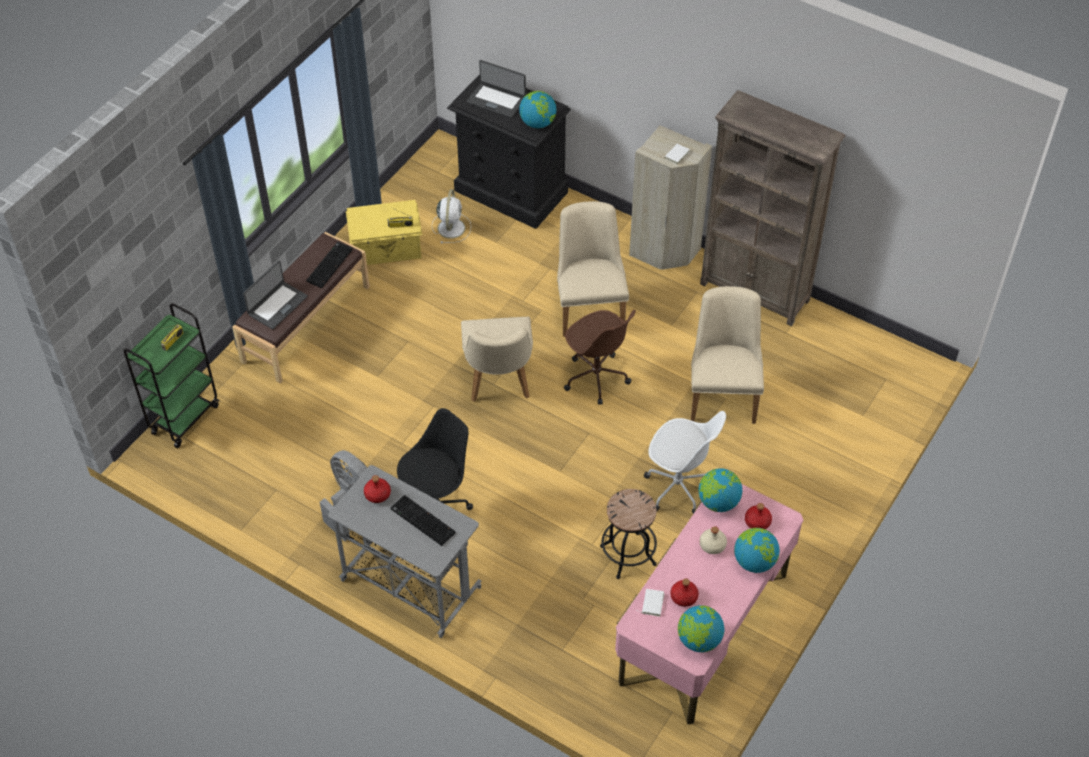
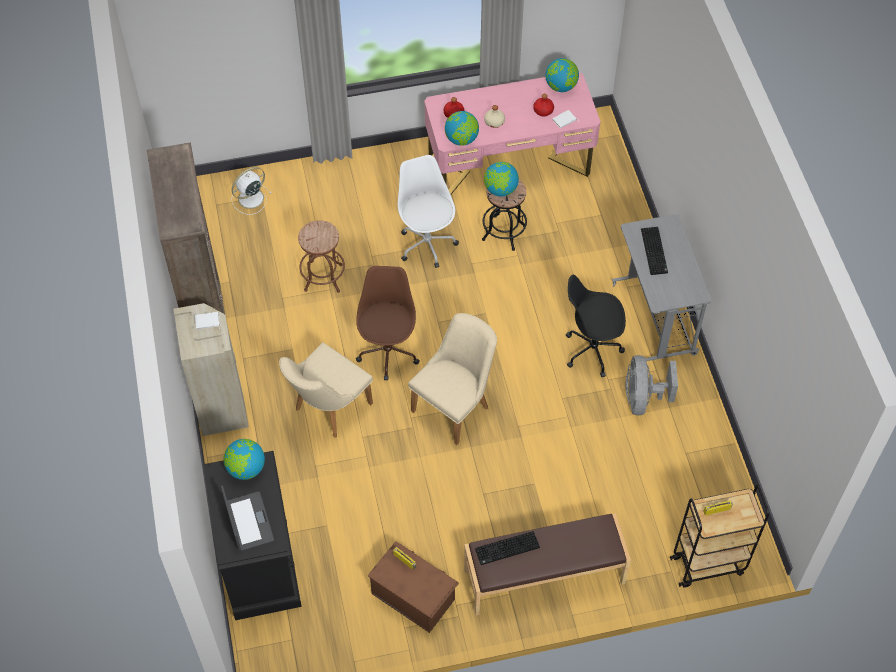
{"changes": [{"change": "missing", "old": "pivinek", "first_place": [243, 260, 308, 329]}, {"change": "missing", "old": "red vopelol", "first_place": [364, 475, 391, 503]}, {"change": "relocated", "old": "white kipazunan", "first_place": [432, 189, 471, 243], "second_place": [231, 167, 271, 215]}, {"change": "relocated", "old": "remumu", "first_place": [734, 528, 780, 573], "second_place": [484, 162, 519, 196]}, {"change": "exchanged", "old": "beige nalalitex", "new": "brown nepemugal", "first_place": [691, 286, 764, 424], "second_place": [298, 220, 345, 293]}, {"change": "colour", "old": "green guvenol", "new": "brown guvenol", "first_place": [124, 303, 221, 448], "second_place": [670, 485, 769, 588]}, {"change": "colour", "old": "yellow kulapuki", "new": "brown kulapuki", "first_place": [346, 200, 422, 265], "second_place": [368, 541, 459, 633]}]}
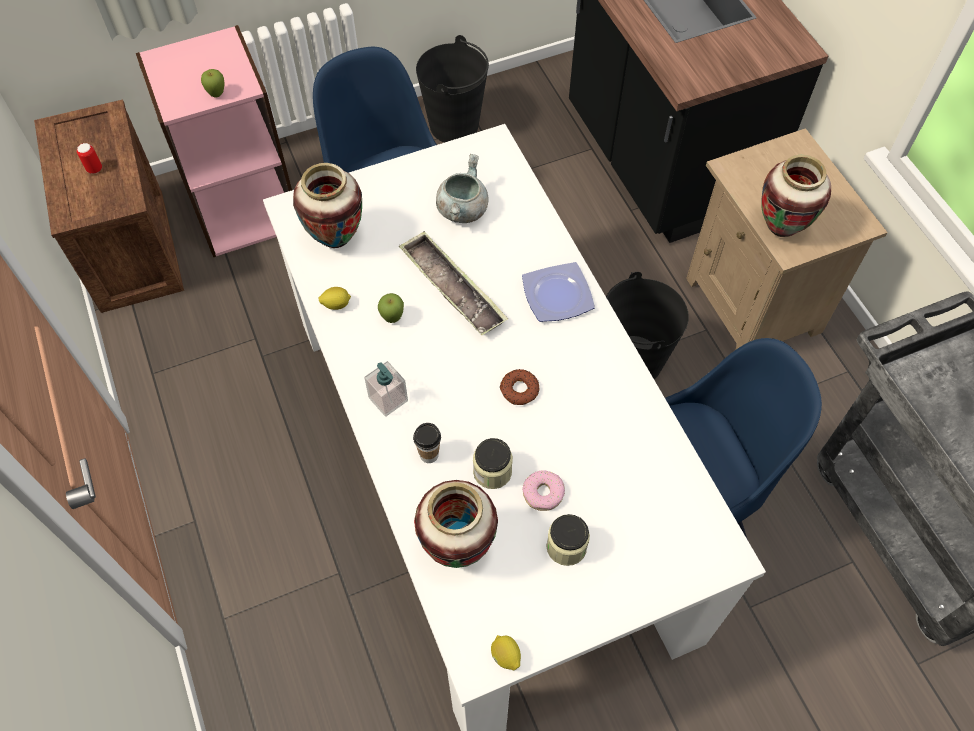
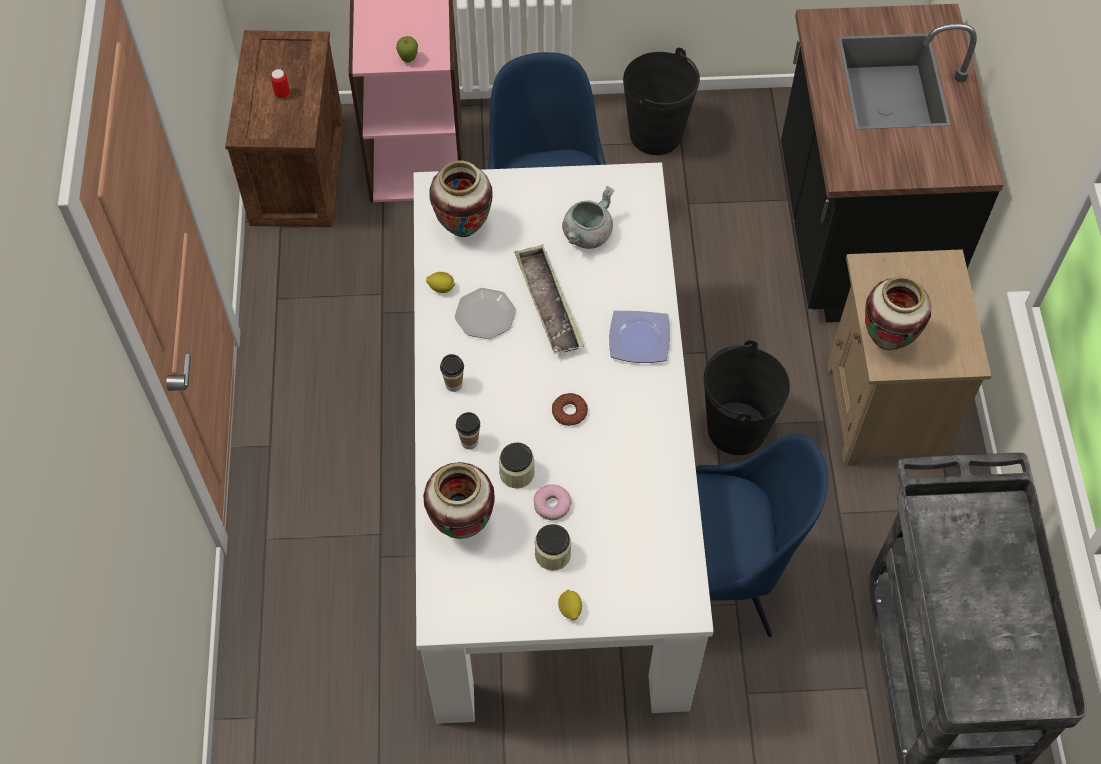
{"changes": [{"change": "relocated", "old": "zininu", "first_place": [491, 635, 521, 670], "second_place": [558, 590, 582, 621]}, {"change": "exchanged", "old": "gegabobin", "new": "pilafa", "first_place": [364, 361, 408, 417], "second_place": [440, 354, 464, 392]}, {"change": "exchanged", "old": "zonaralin", "new": "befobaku", "first_place": [378, 293, 404, 323], "second_place": [455, 288, 516, 339]}]}
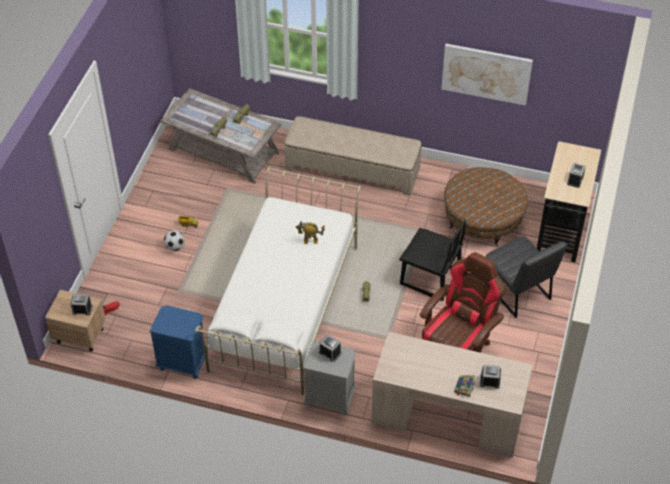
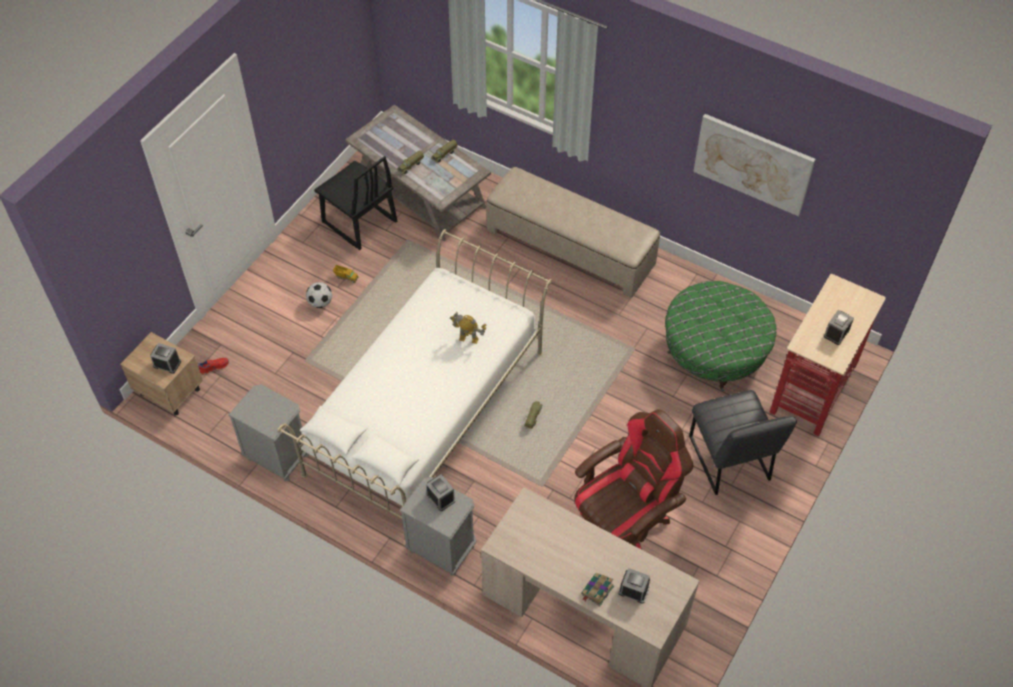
{"changes": [{"change": "relocated", "old": "black nalalitex", "first_place": [399, 219, 466, 301], "second_place": [314, 156, 397, 250]}, {"change": "colour", "old": "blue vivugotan", "new": "grey vivugotan", "first_place": [149, 305, 205, 379], "second_place": [228, 384, 309, 481]}, {"change": "colour", "old": "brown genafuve", "new": "green genafuve", "first_place": [444, 167, 528, 246], "second_place": [665, 281, 777, 391]}, {"change": "colour", "old": "black guvenol", "new": "red guvenol", "first_place": [537, 141, 601, 262], "second_place": [769, 274, 886, 436]}]}
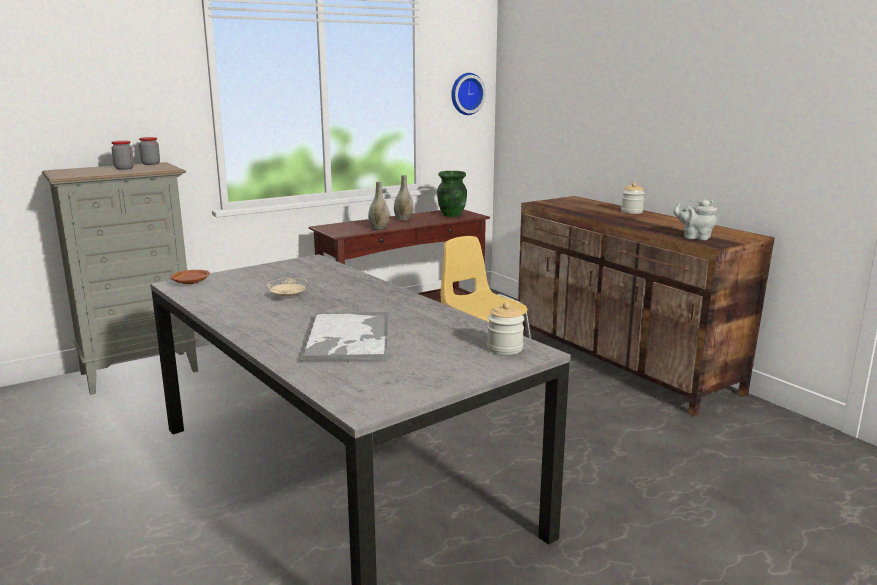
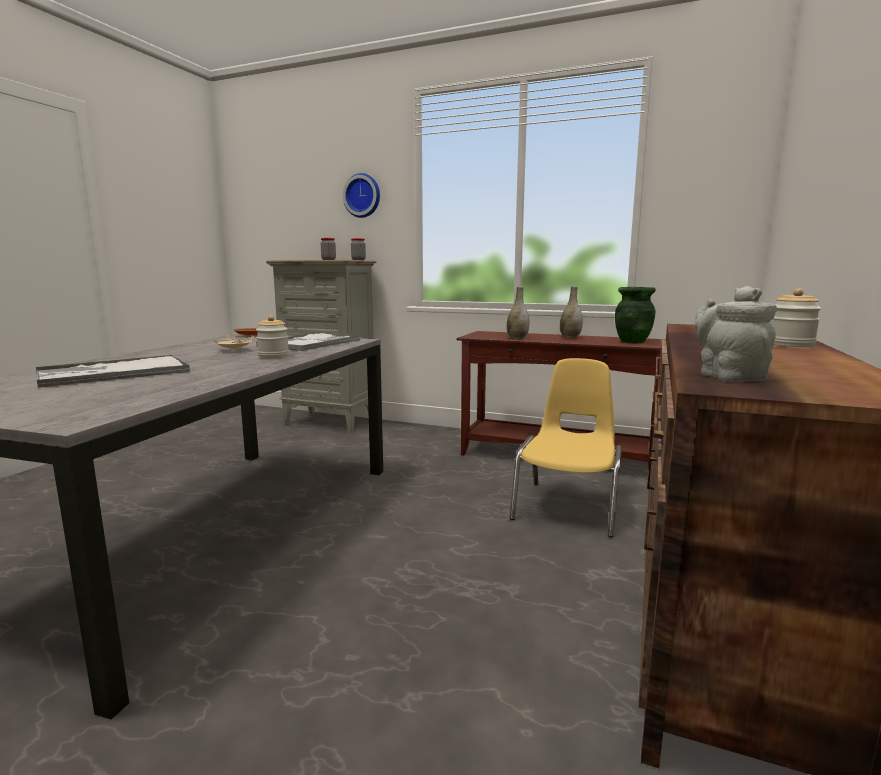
{"changes": [{"change": "appeared", "new": "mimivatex", "second_place": [256, 332, 360, 351]}, {"change": "relocated", "old": "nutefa", "first_place": [451, 73, 486, 115], "second_place": [343, 173, 380, 218]}, {"change": "relocated", "old": "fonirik", "first_place": [487, 302, 524, 355], "second_place": [256, 315, 289, 358]}]}
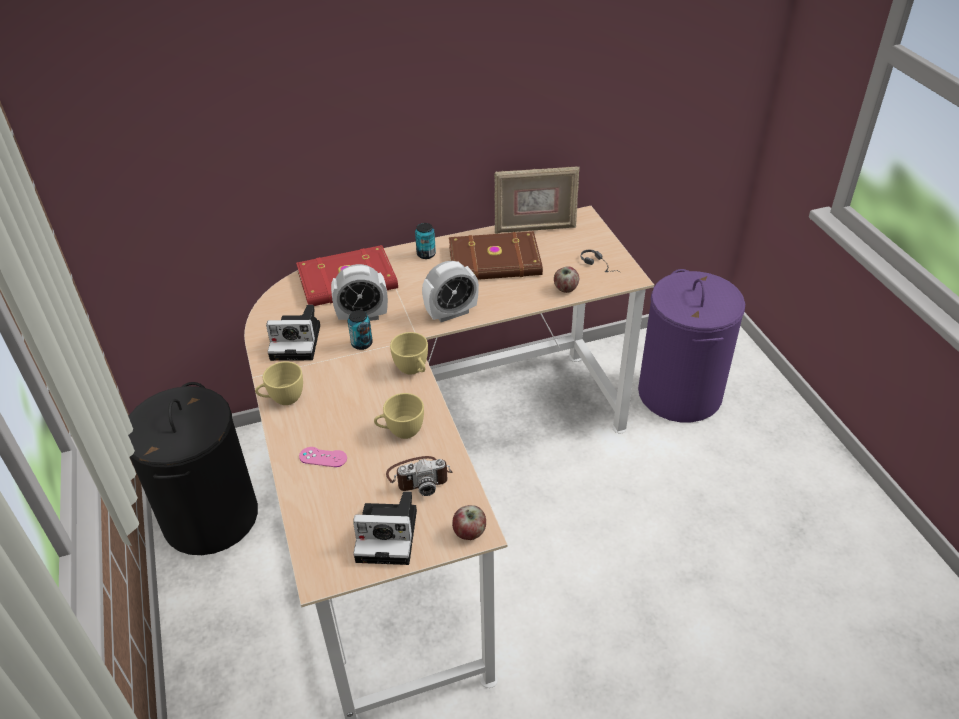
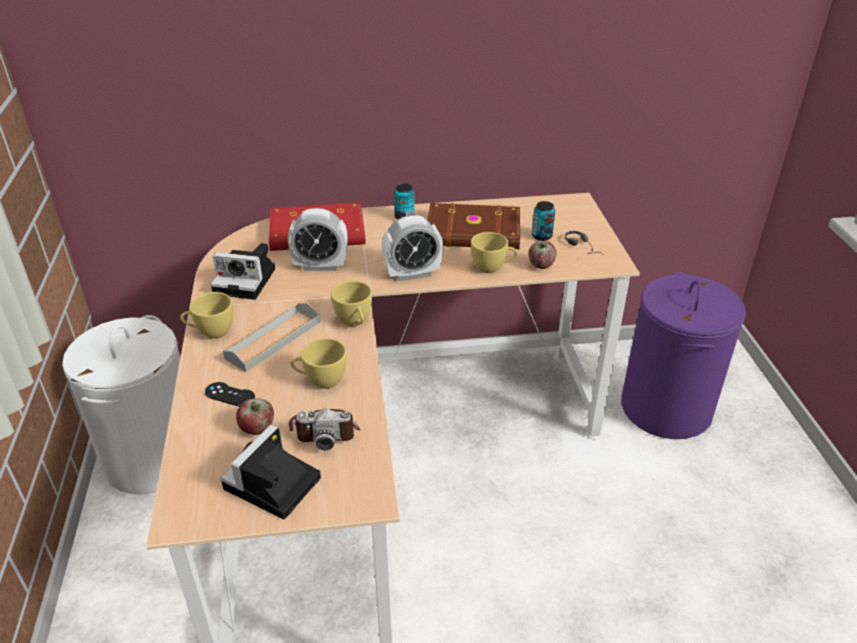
{"changes": [{"change": "missing", "old": "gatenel", "first_place": [494, 167, 579, 234]}, {"change": "appeared", "new": "grey mimivatex", "second_place": [223, 303, 320, 372]}, {"change": "appeared", "new": "yellow pilafa", "second_place": [471, 232, 517, 273]}, {"change": "relocated", "old": "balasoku", "first_place": [348, 310, 373, 350], "second_place": [532, 201, 555, 241]}, {"change": "relocated", "old": "zonaralin", "first_place": [452, 505, 486, 540], "second_place": [236, 398, 274, 435]}, {"change": "colour", "old": "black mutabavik", "new": "white mutabavik", "first_place": [128, 382, 258, 555], "second_place": [62, 315, 180, 494]}, {"change": "colour", "old": "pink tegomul", "new": "black tegomul", "first_place": [299, 447, 347, 467], "second_place": [205, 382, 255, 407]}, {"change": "spun", "old": "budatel", "first_place": [353, 491, 417, 565], "second_place": [220, 425, 321, 519], "degrees": 105}]}
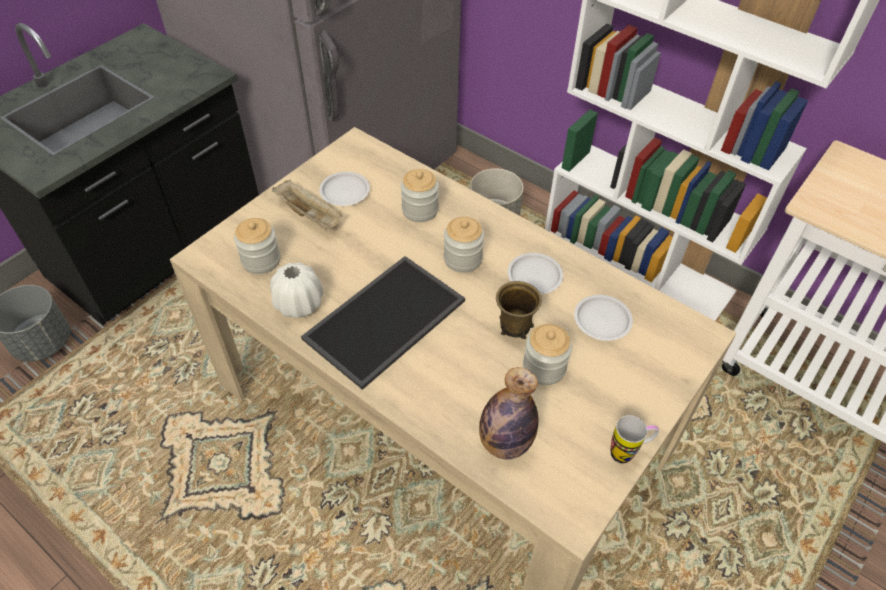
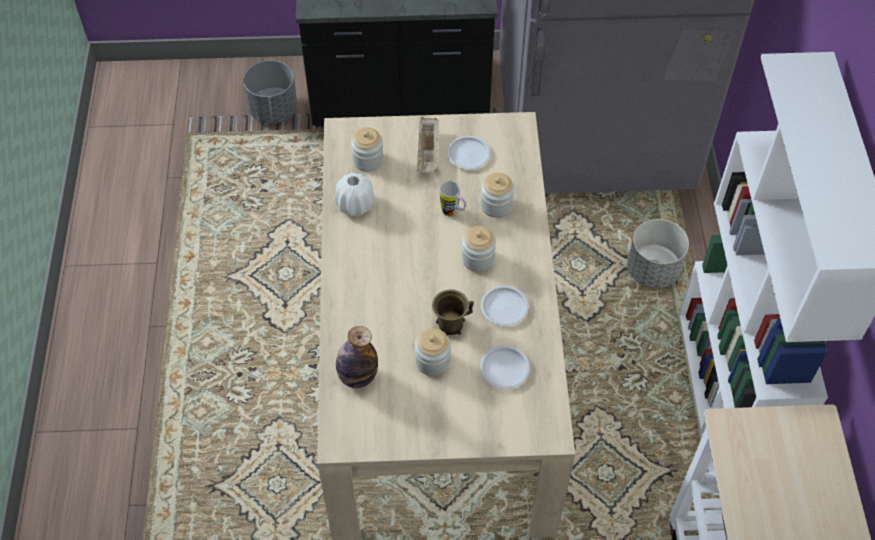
{"changes": [{"change": "missing", "old": "mimivatex", "first_place": [301, 256, 465, 390]}, {"change": "relocated", "old": "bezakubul", "first_place": [611, 415, 659, 464], "second_place": [440, 181, 466, 216]}]}
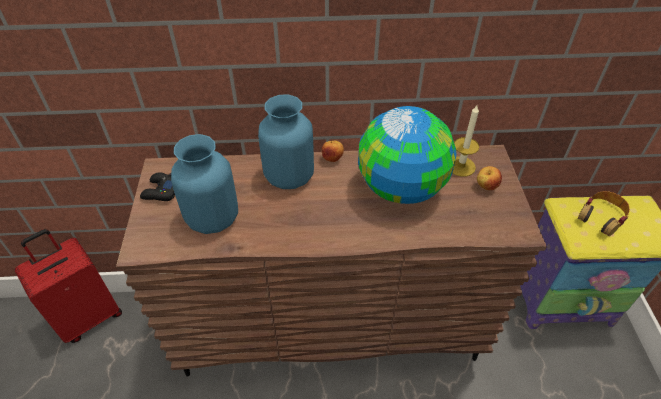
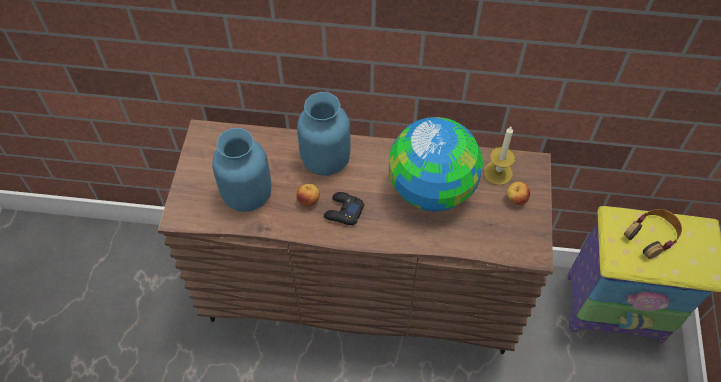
{"changes": [{"change": "missing", "old": "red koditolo", "first_place": [15, 229, 122, 343]}, {"change": "relocated", "old": "black tegomul", "first_place": [140, 173, 175, 201], "second_place": [324, 192, 364, 225]}, {"change": "relocated", "old": "zonaralin", "first_place": [322, 141, 344, 162], "second_place": [297, 184, 320, 206]}]}
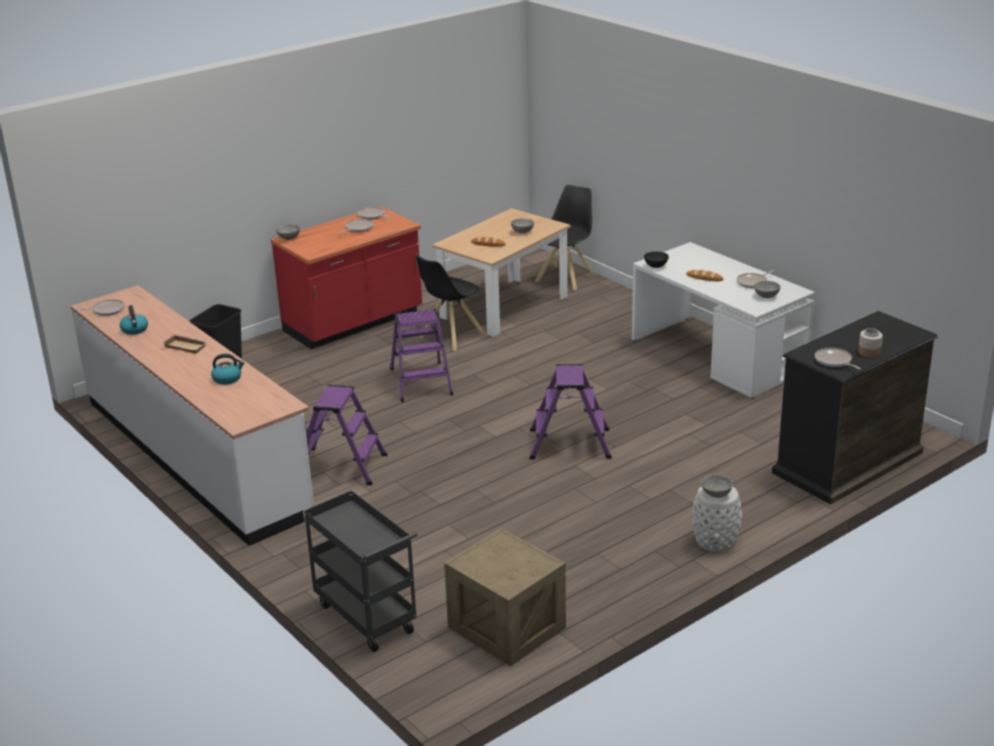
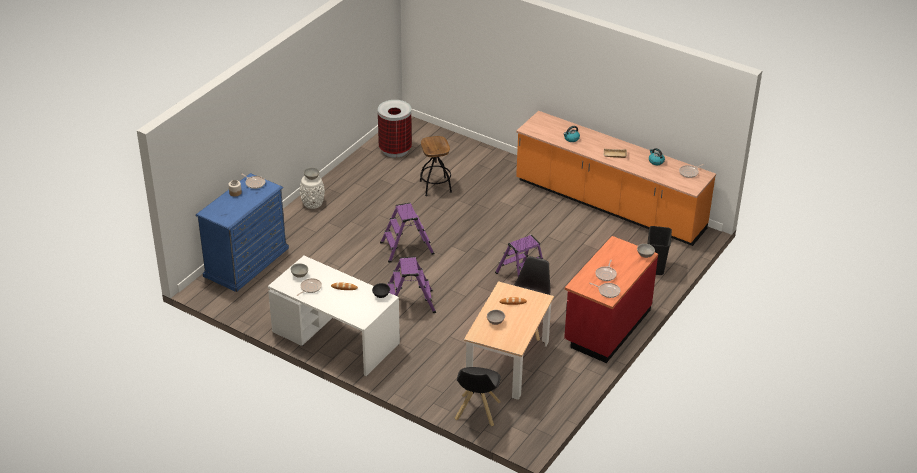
{"changes": [{"change": "missing", "old": "grey guvenol", "first_place": [304, 491, 417, 652]}, {"change": "appeared", "new": "brown nepemugal", "second_place": [420, 136, 452, 196]}, {"change": "relocated", "old": "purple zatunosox", "first_place": [306, 385, 388, 486], "second_place": [387, 256, 436, 313]}, {"change": "exchanged", "old": "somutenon", "new": "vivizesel", "first_place": [444, 528, 566, 667], "second_place": [378, 100, 412, 158]}, {"change": "colour", "old": "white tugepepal", "new": "orange tugepepal", "first_place": [70, 285, 314, 546], "second_place": [516, 111, 716, 246]}, {"change": "colour", "old": "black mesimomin", "new": "blue mesimomin", "first_place": [772, 311, 938, 504], "second_place": [195, 173, 289, 292]}]}
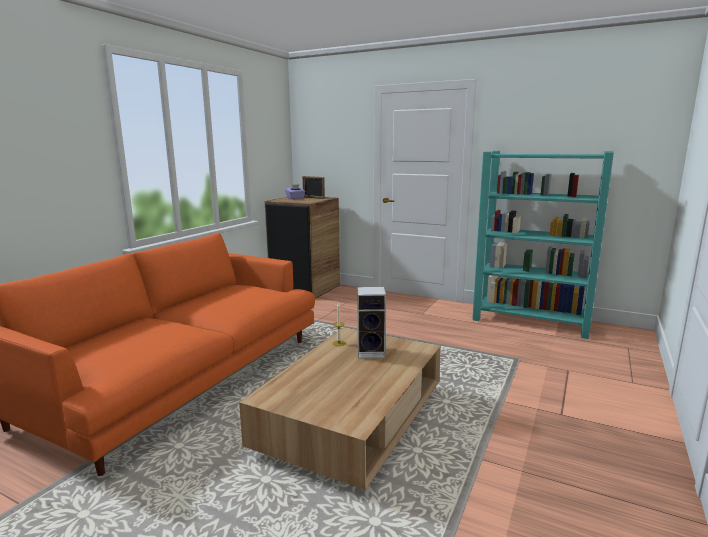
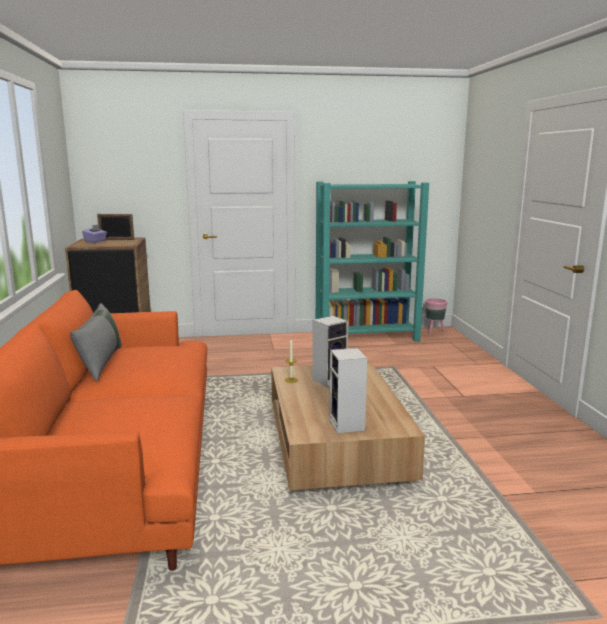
{"changes": [{"change": "appeared", "new": "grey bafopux", "second_place": [70, 303, 122, 381]}, {"change": "appeared", "new": "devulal", "second_place": [329, 348, 367, 434]}, {"change": "appeared", "new": "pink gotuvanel", "second_place": [425, 298, 447, 334]}]}
